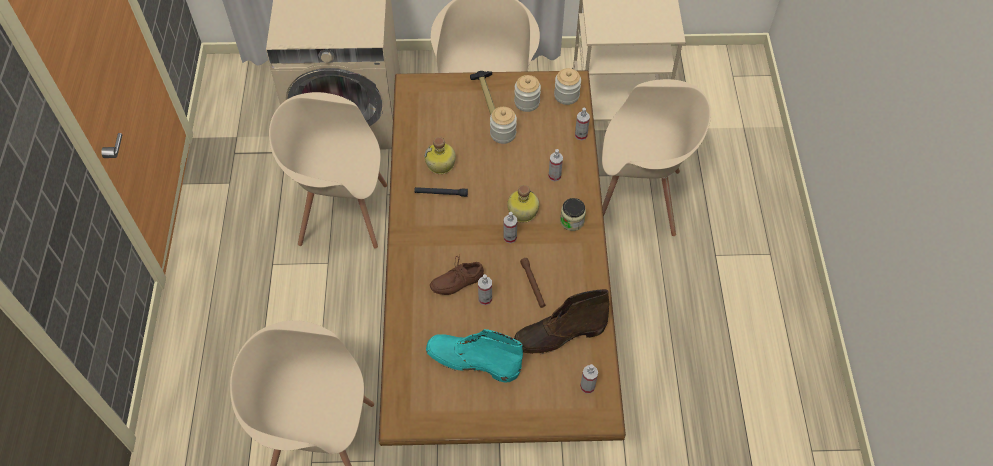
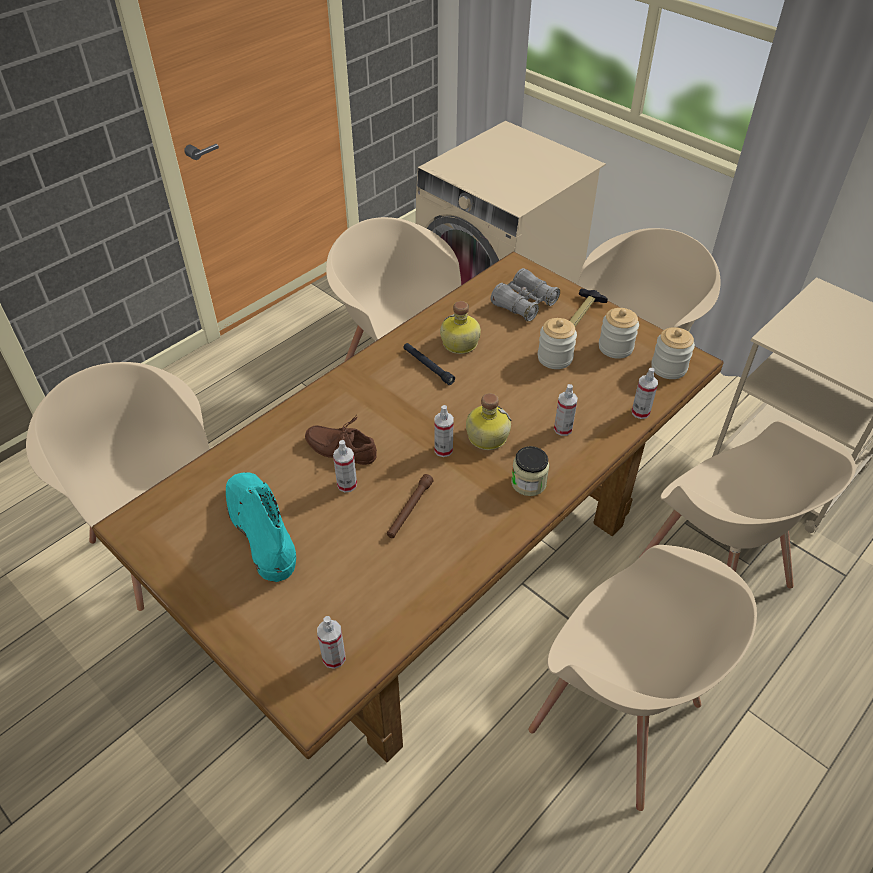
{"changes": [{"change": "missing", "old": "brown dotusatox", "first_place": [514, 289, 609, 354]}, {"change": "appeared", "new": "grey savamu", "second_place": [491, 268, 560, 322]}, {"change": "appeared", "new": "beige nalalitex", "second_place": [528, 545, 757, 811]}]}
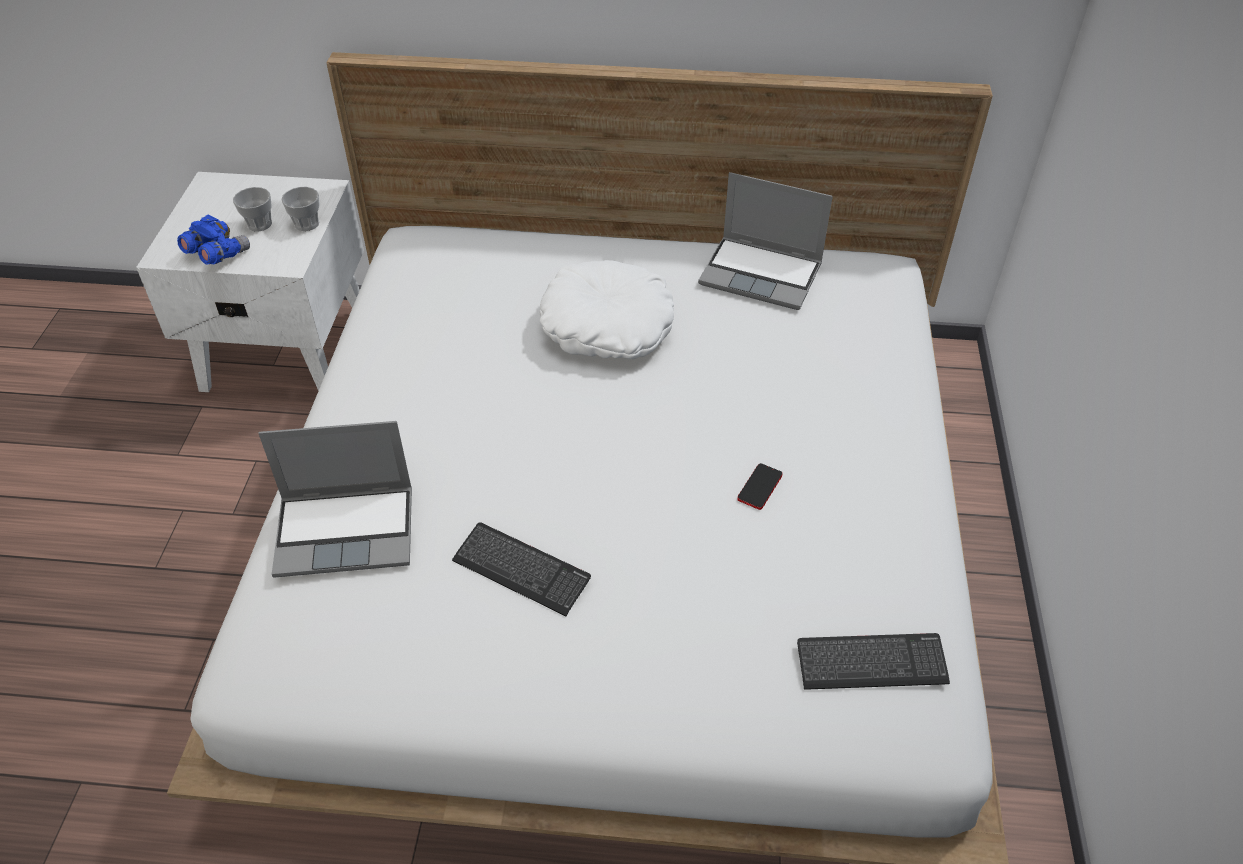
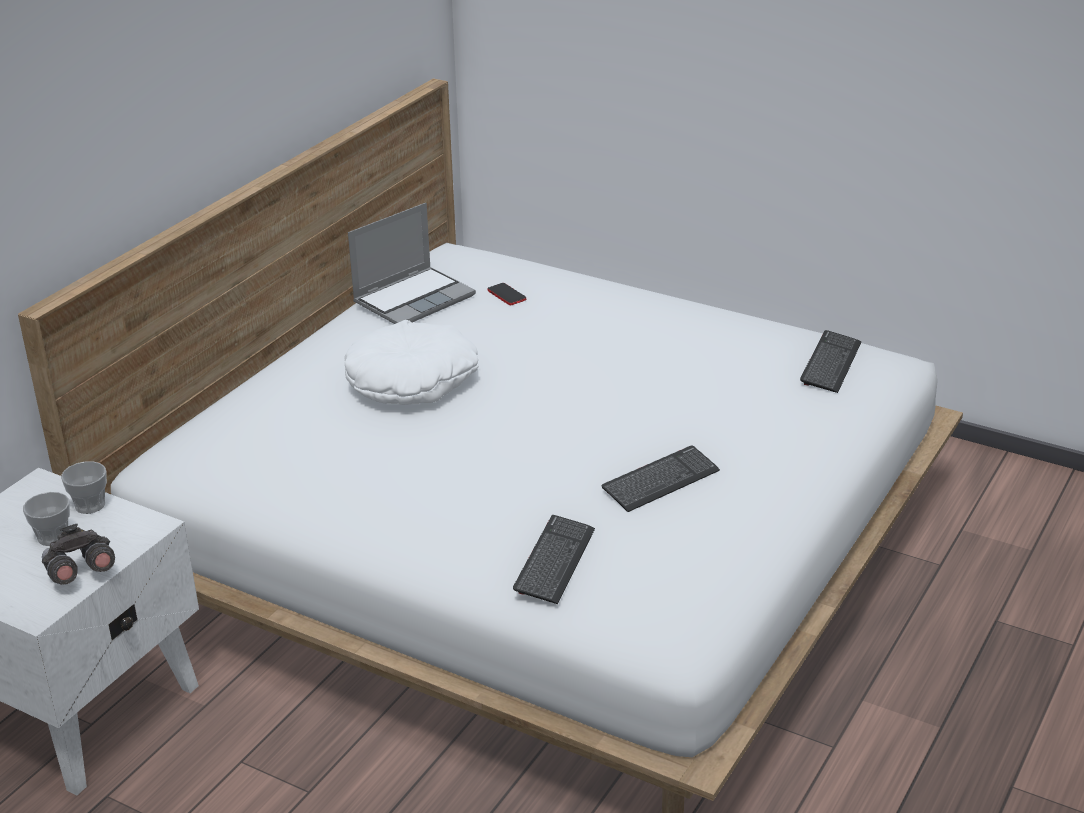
{"changes": [{"change": "relocated", "old": "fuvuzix", "first_place": [737, 463, 782, 510], "second_place": [487, 283, 526, 305]}, {"change": "exchanged", "old": "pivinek", "new": "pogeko", "first_place": [258, 421, 412, 578], "second_place": [513, 515, 595, 604]}, {"change": "colour", "old": "blue savamu", "new": "grey savamu", "first_place": [177, 215, 250, 265], "second_place": [42, 524, 115, 585]}]}
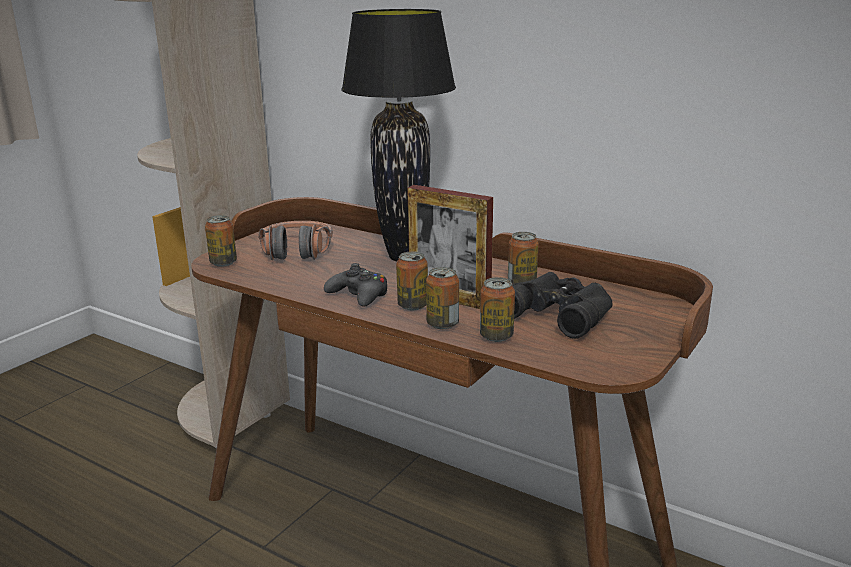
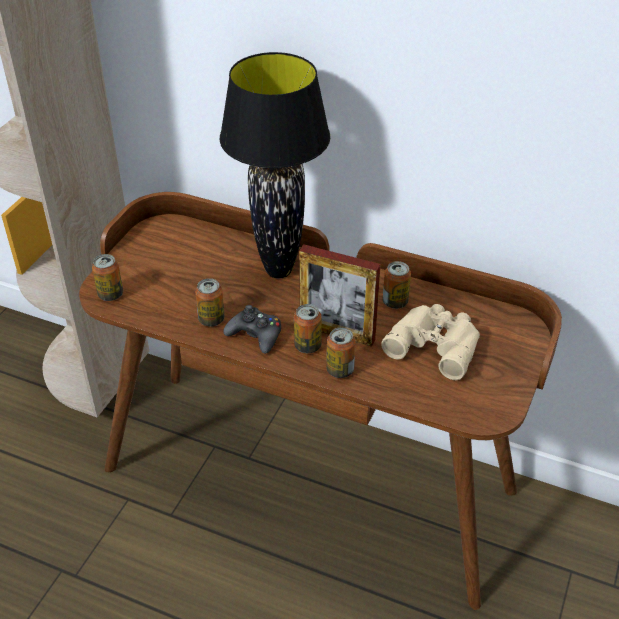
{"changes": [{"change": "missing", "old": "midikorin", "first_place": [259, 221, 333, 261]}, {"change": "relocated", "old": "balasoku", "first_place": [480, 277, 515, 342], "second_place": [195, 278, 224, 327]}, {"change": "colour", "old": "black savamu", "new": "beige savamu", "first_place": [513, 272, 612, 339], "second_place": [381, 304, 480, 380]}]}
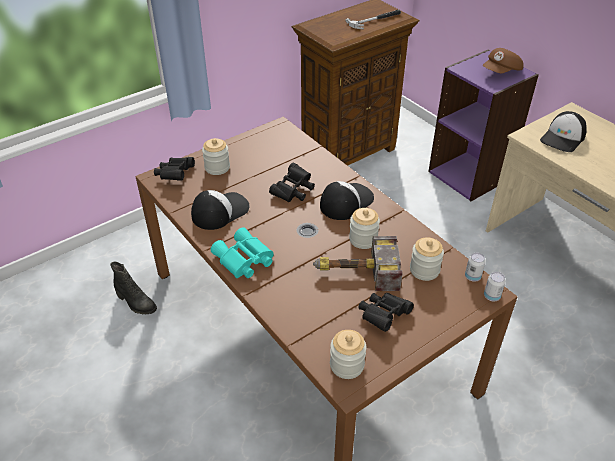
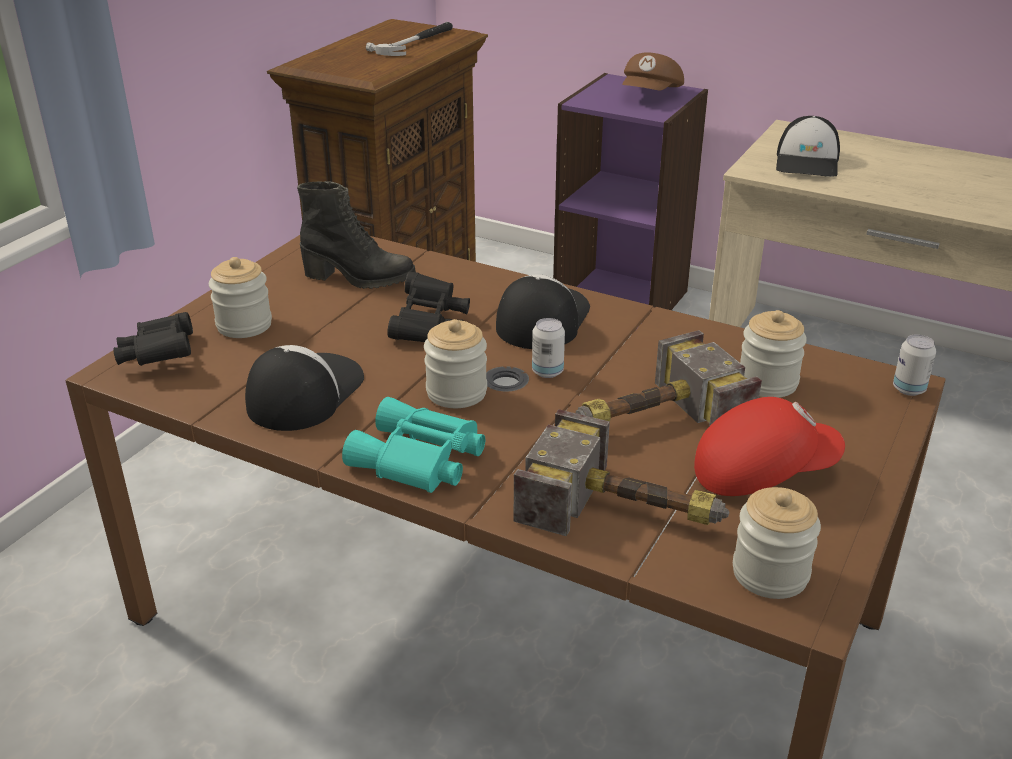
{"changes": [{"change": "appeared", "new": "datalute", "second_place": [514, 409, 729, 536]}, {"change": "relocated", "old": "black dotusatox", "first_place": [110, 262, 157, 314], "second_place": [297, 181, 416, 289]}, {"change": "relocated", "old": "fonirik", "first_place": [349, 208, 380, 249], "second_place": [424, 319, 487, 408]}, {"change": "relocated", "old": "balasoku", "first_place": [465, 253, 486, 282], "second_place": [532, 318, 565, 378]}, {"change": "exchanged", "old": "black savamu", "new": "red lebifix", "first_place": [358, 293, 414, 332], "second_place": [694, 397, 845, 496]}]}
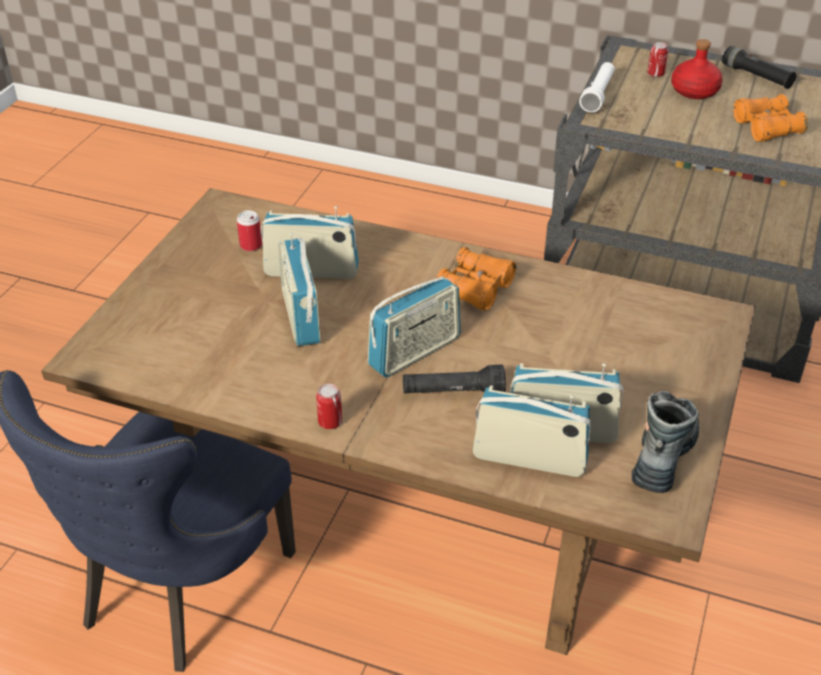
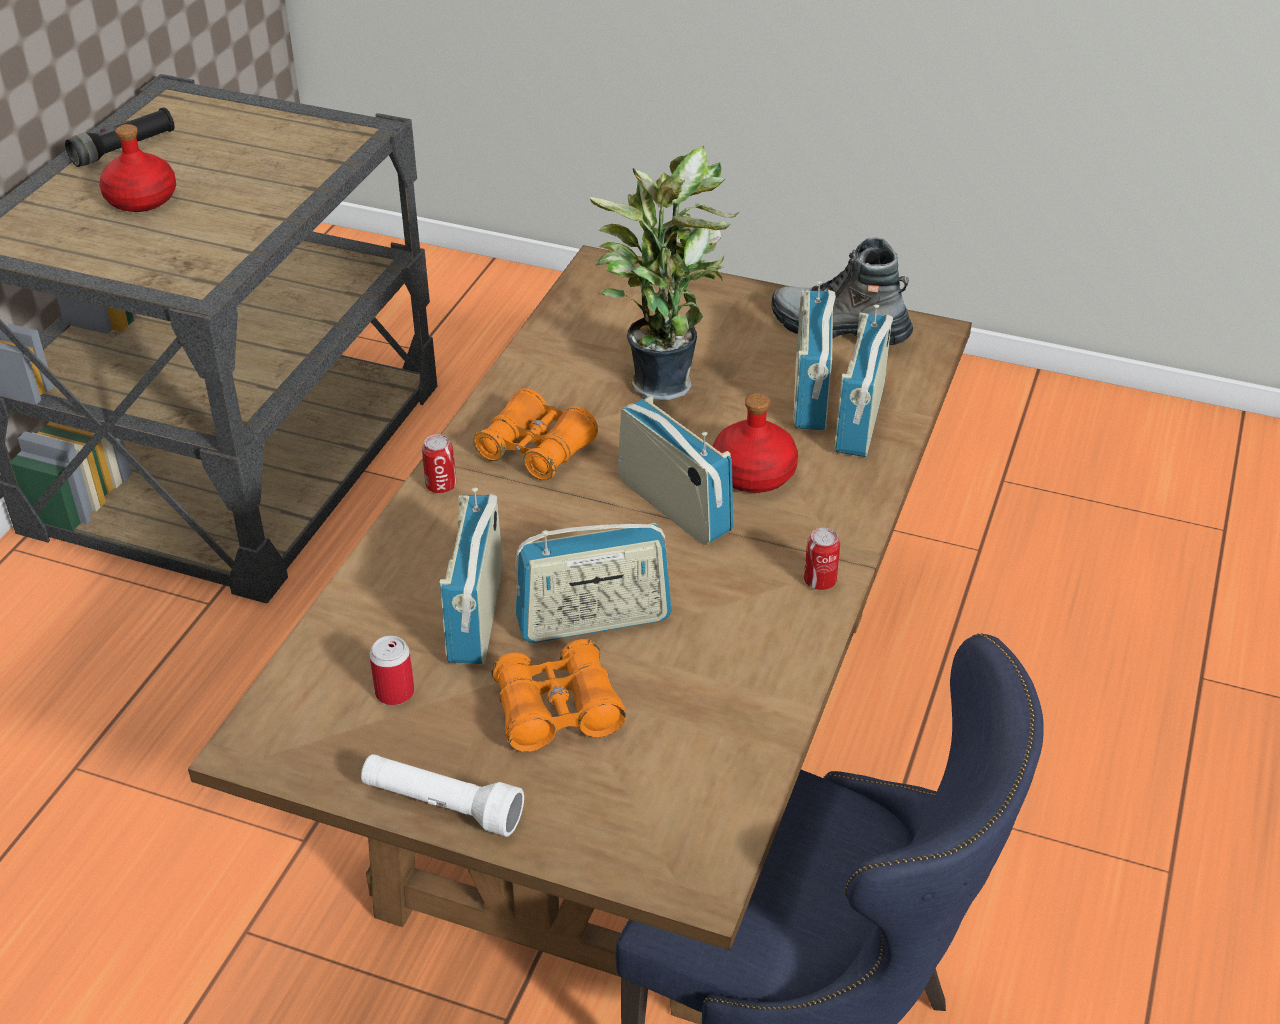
{"changes": [{"change": "appeared", "new": "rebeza", "second_place": [589, 146, 739, 401]}, {"change": "relocated", "old": "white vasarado", "first_place": [579, 62, 615, 113], "second_place": [361, 754, 524, 837]}, {"change": "relocated", "old": "balasoku", "first_place": [647, 42, 668, 77], "second_place": [422, 434, 456, 493]}, {"change": "relocated", "old": "orange savamu", "first_place": [733, 94, 808, 142], "second_place": [491, 639, 626, 752]}, {"change": "exchanged", "old": "black vasarado", "new": "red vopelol", "first_place": [403, 365, 506, 393], "second_place": [712, 393, 798, 493]}]}
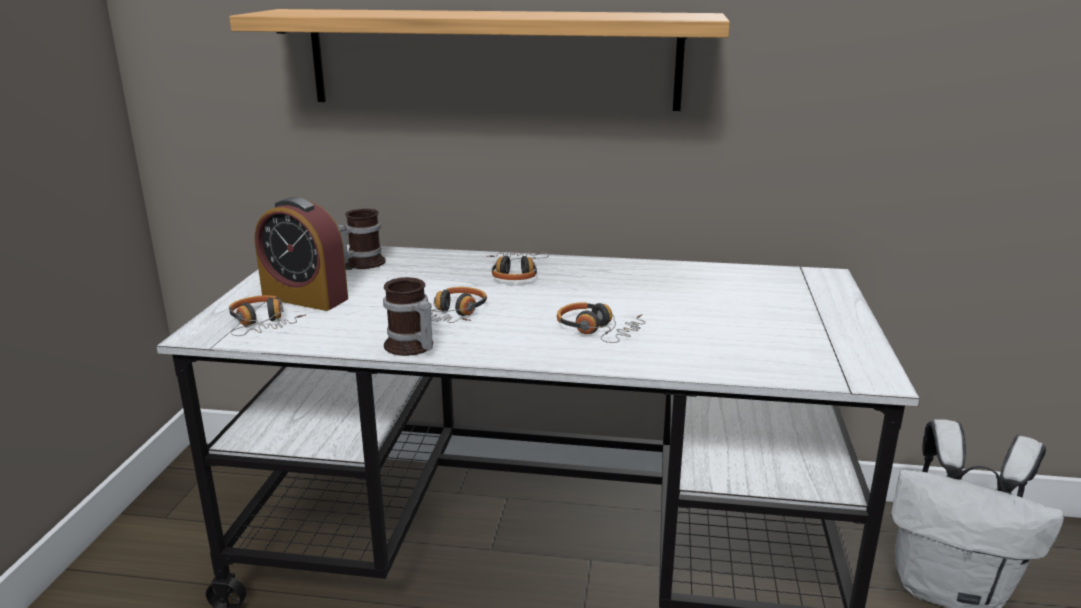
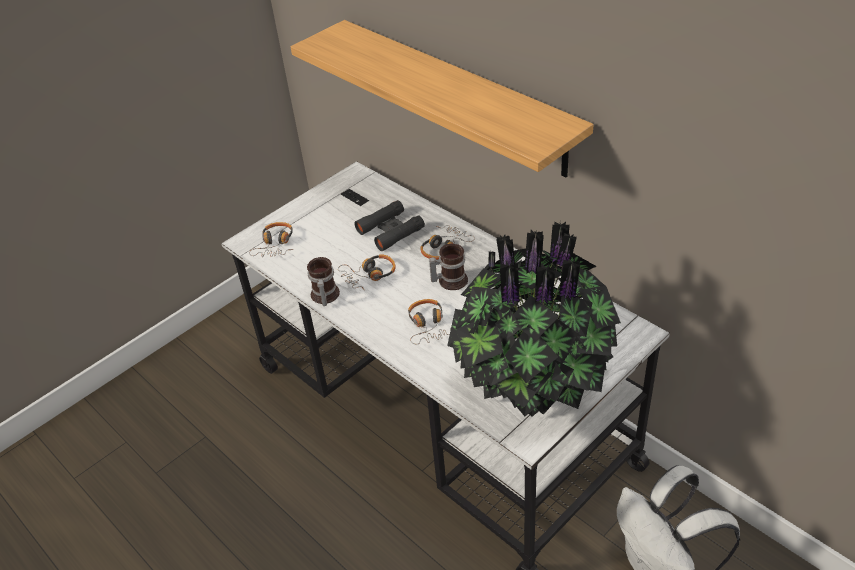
{"changes": [{"change": "missing", "old": "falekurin", "first_place": [255, 197, 348, 311]}, {"change": "appeared", "new": "black savamu", "second_place": [354, 200, 425, 251]}, {"change": "appeared", "new": "rebeza", "second_place": [447, 221, 621, 417]}, {"change": "relocated", "old": "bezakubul", "first_place": [337, 209, 386, 269], "second_place": [429, 244, 468, 290]}]}
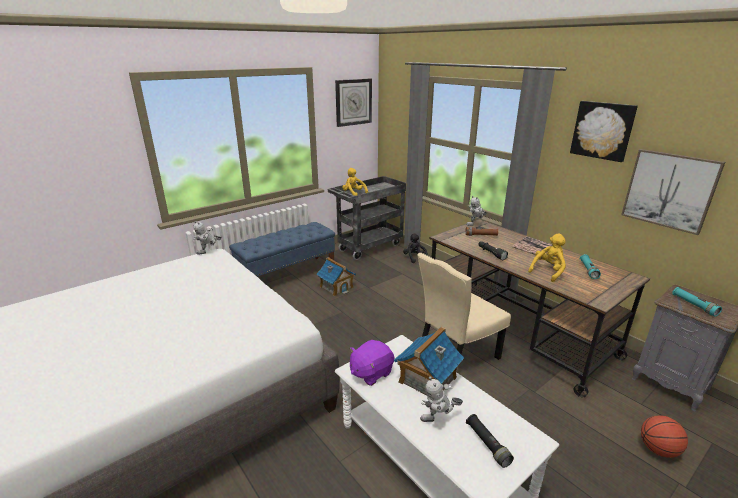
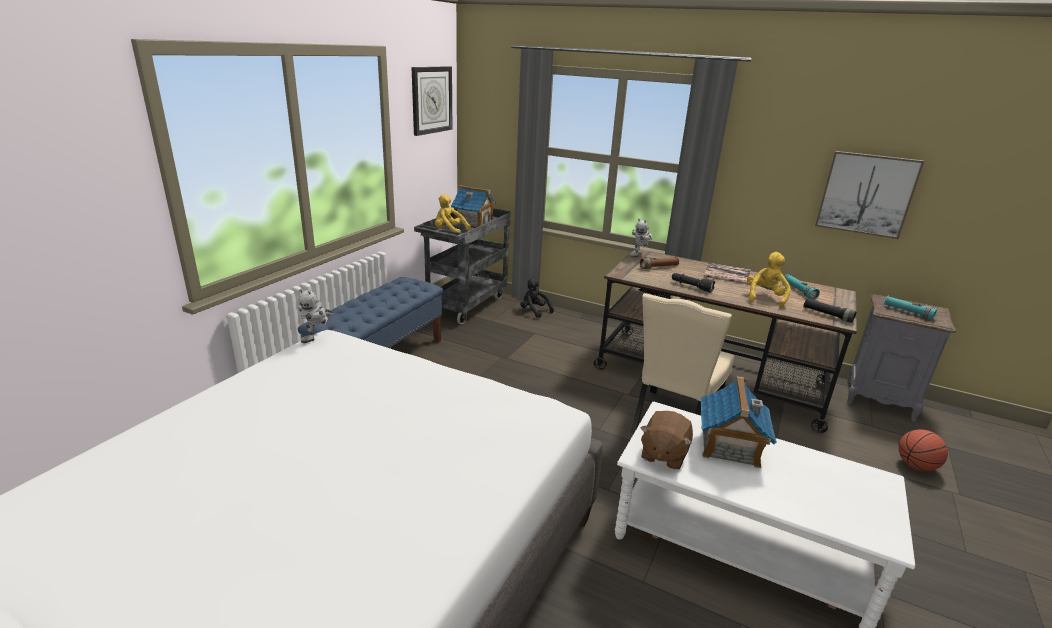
{"changes": [{"change": "missing", "old": "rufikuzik", "first_place": [420, 376, 463, 422]}, {"change": "missing", "old": "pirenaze", "first_place": [570, 101, 638, 162]}, {"change": "relocated", "old": "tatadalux", "first_place": [316, 257, 356, 296], "second_place": [451, 185, 496, 227]}, {"change": "relocated", "old": "black vasarado", "first_place": [466, 414, 514, 468], "second_place": [803, 298, 857, 323]}, {"change": "colour", "old": "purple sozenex", "new": "brown sozenex", "first_place": [350, 340, 395, 386], "second_place": [640, 411, 693, 470]}]}
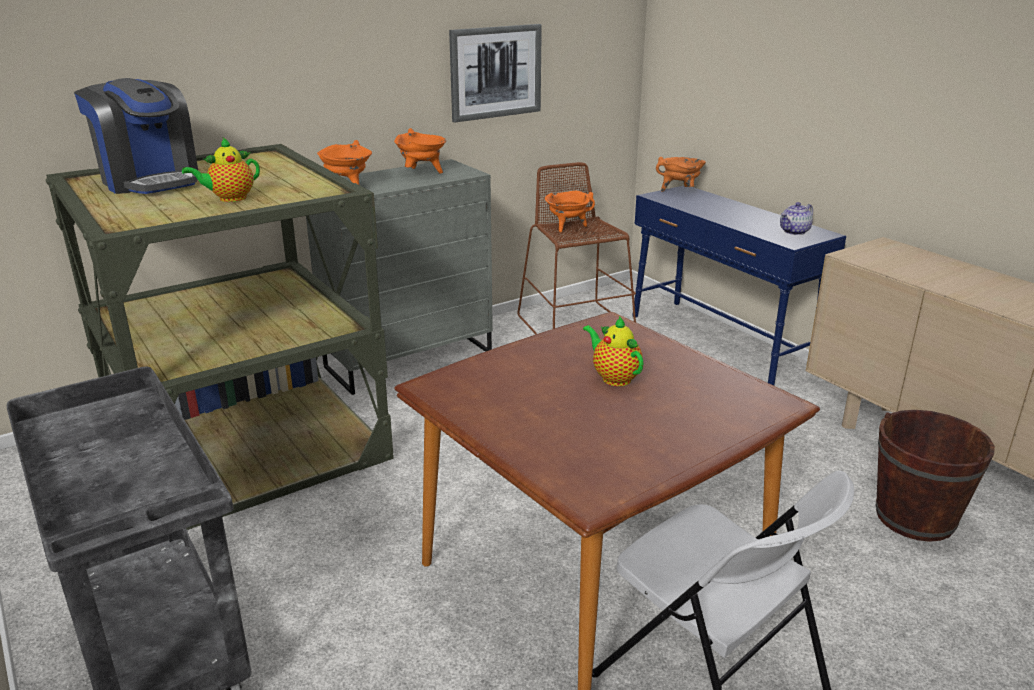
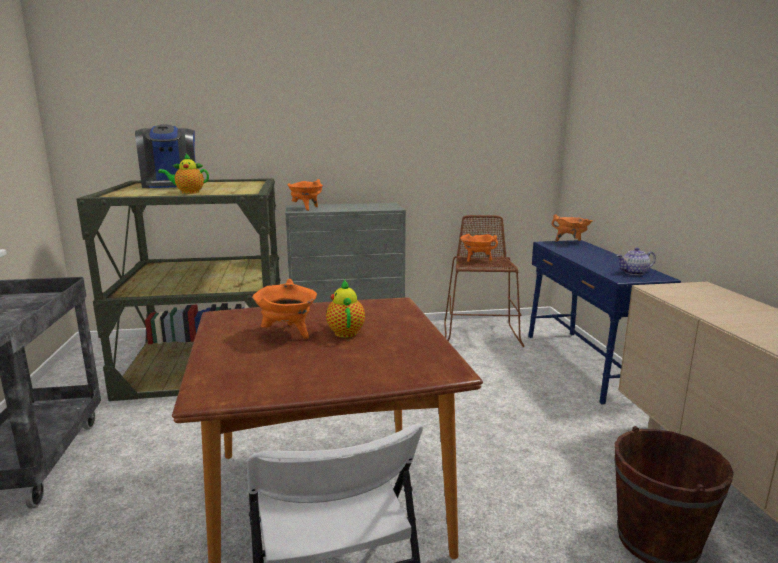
{"changes": [{"change": "missing", "old": "pirenaze", "first_place": [449, 24, 542, 123]}, {"change": "relocated", "old": "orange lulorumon", "first_place": [394, 128, 446, 173], "second_place": [252, 279, 317, 339]}]}
